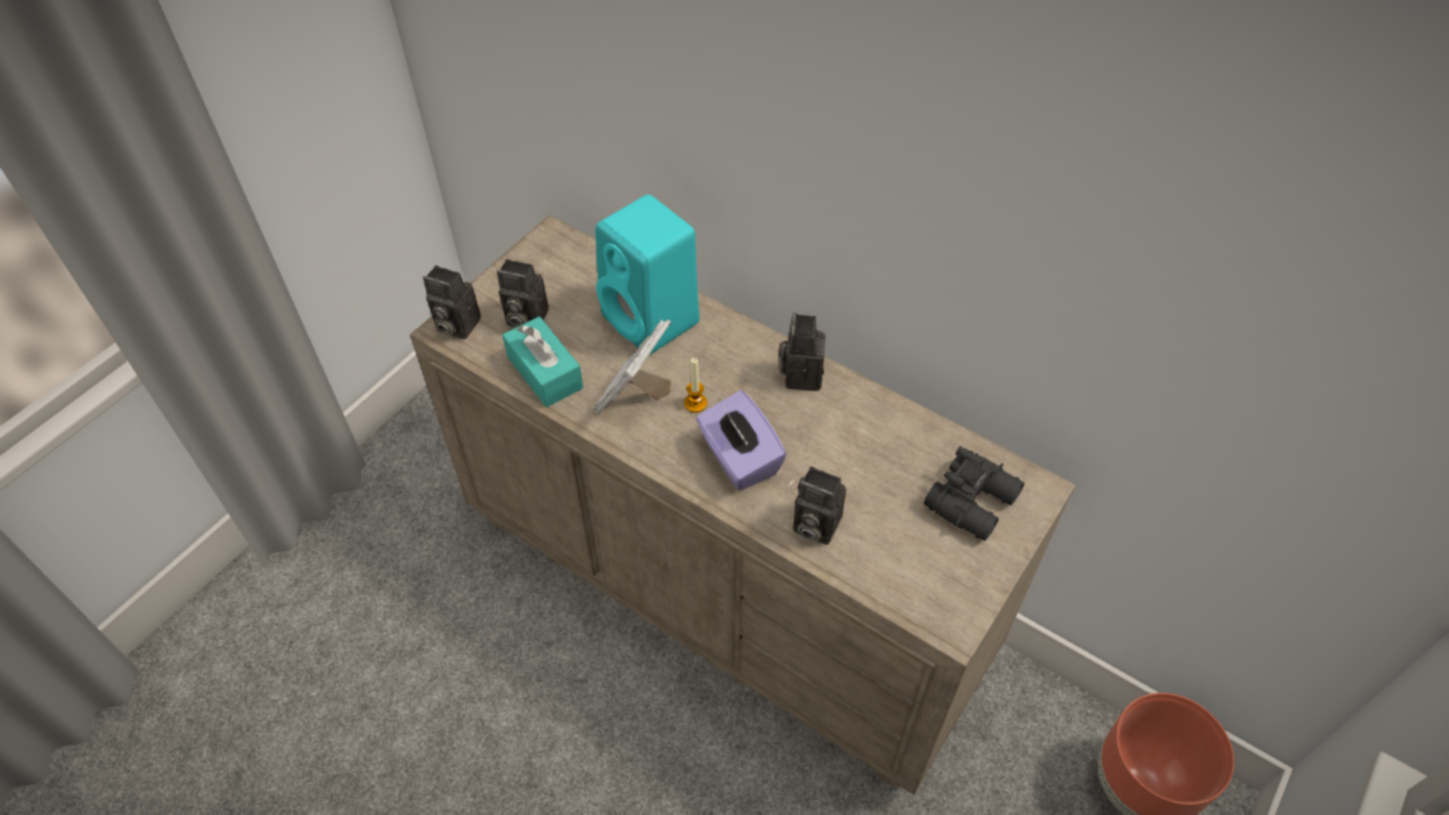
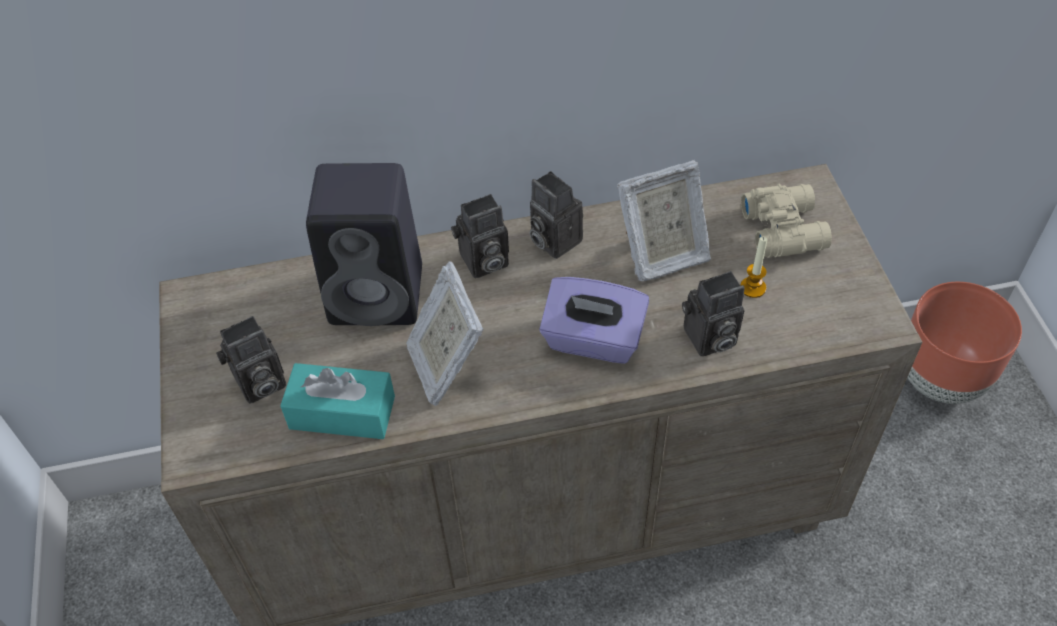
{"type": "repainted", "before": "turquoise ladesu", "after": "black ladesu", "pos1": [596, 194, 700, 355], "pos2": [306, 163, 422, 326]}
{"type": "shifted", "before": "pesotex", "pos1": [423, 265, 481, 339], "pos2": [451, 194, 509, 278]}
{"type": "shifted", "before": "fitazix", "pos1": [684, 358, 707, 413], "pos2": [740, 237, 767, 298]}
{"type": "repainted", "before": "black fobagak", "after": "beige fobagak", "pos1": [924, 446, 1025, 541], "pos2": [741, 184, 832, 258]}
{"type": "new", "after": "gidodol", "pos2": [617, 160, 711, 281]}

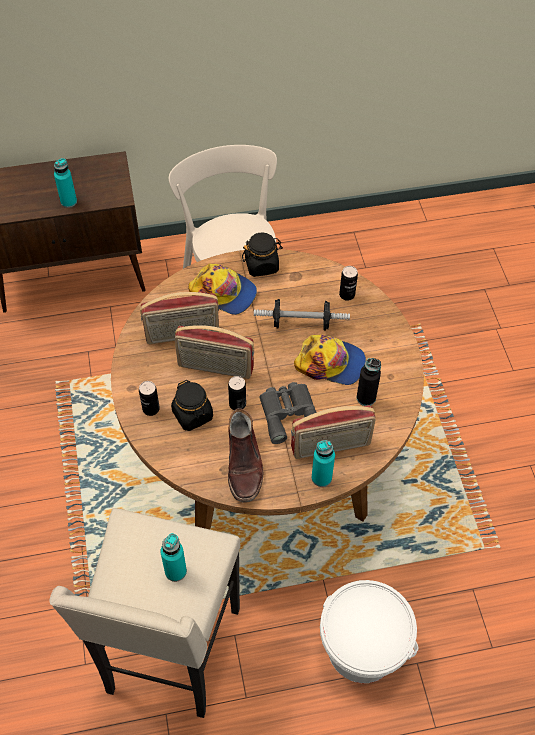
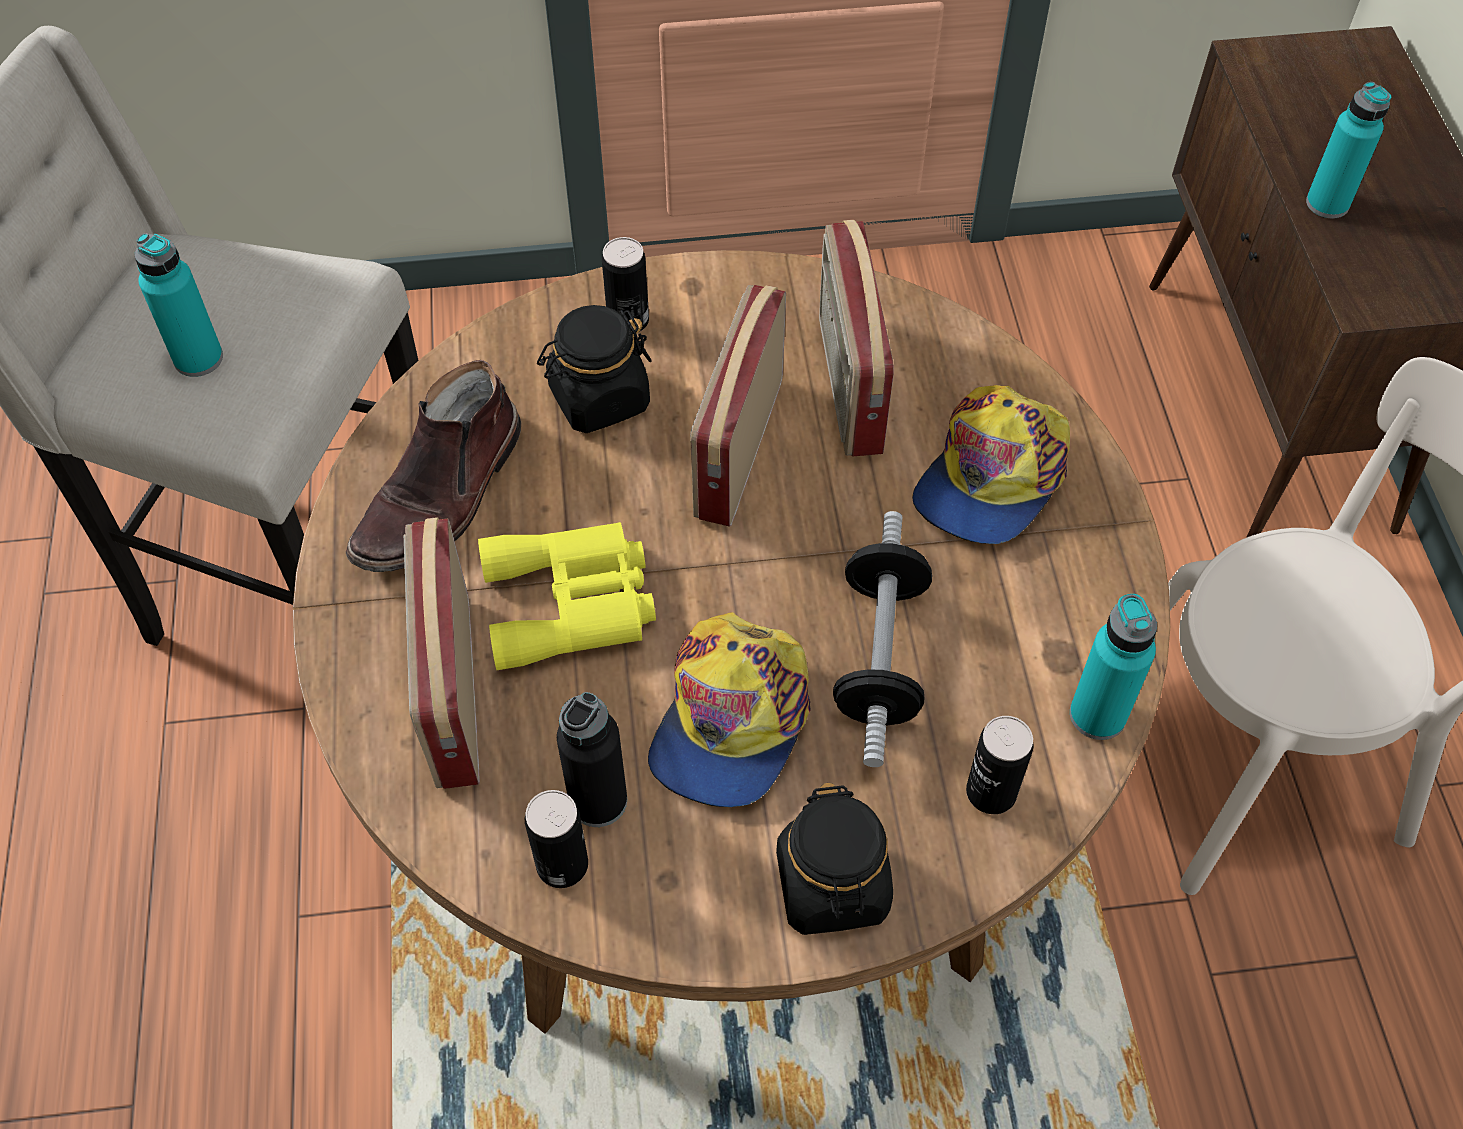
{"type": "shifted", "before": "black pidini", "pos1": [242, 232, 283, 277], "pos2": [776, 783, 893, 935]}
{"type": "shifted", "before": "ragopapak", "pos1": [228, 376, 246, 410], "pos2": [525, 790, 588, 888]}
{"type": "repainted", "before": "grey fobagak", "after": "yellow fobagak", "pos1": [259, 382, 317, 444], "pos2": [478, 522, 656, 670]}
{"type": "rotated", "before": "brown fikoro", "pos1": [228, 408, 263, 502], "pos2": [346, 360, 521, 572], "turn": -60}
{"type": "shifted", "before": "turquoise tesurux", "pos1": [312, 440, 335, 487], "pos2": [1070, 594, 1157, 740]}
{"type": "gone", "before": "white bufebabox", "pos1": [320, 580, 418, 683]}

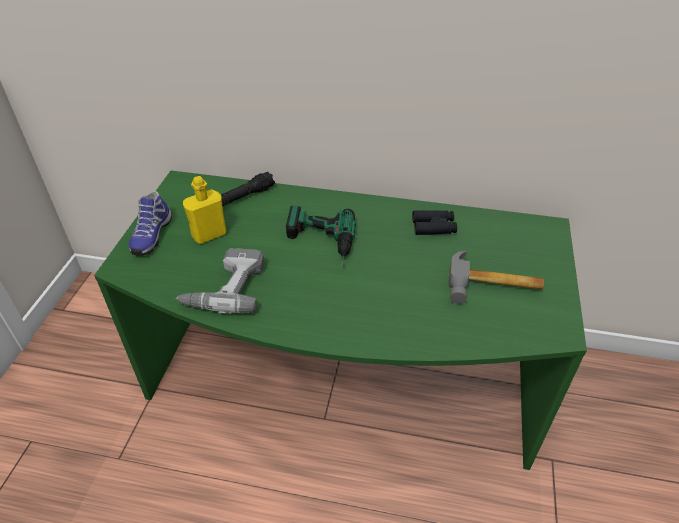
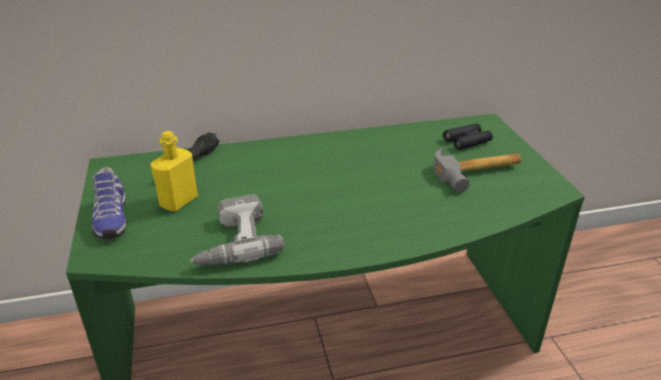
{"type": "gone", "before": "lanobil", "pos1": [286, 206, 356, 267]}
{"type": "shifted", "before": "black fobagak", "pos1": [412, 210, 457, 235], "pos2": [443, 123, 493, 150]}

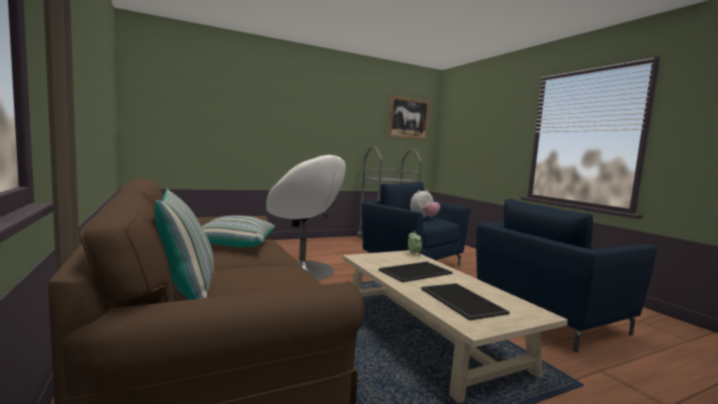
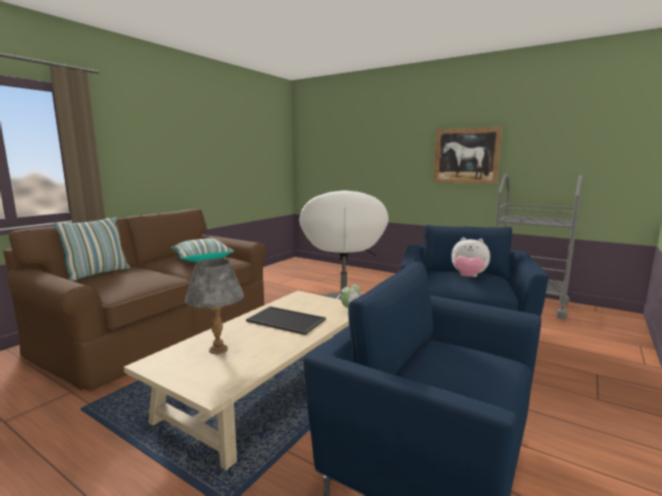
{"type": "shifted", "before": "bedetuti", "pos1": [387, 95, 431, 140], "pos2": [434, 127, 502, 184]}
{"type": "swapped", "before": "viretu", "after": "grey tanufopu", "pos1": [421, 283, 509, 320], "pos2": [185, 259, 244, 354]}

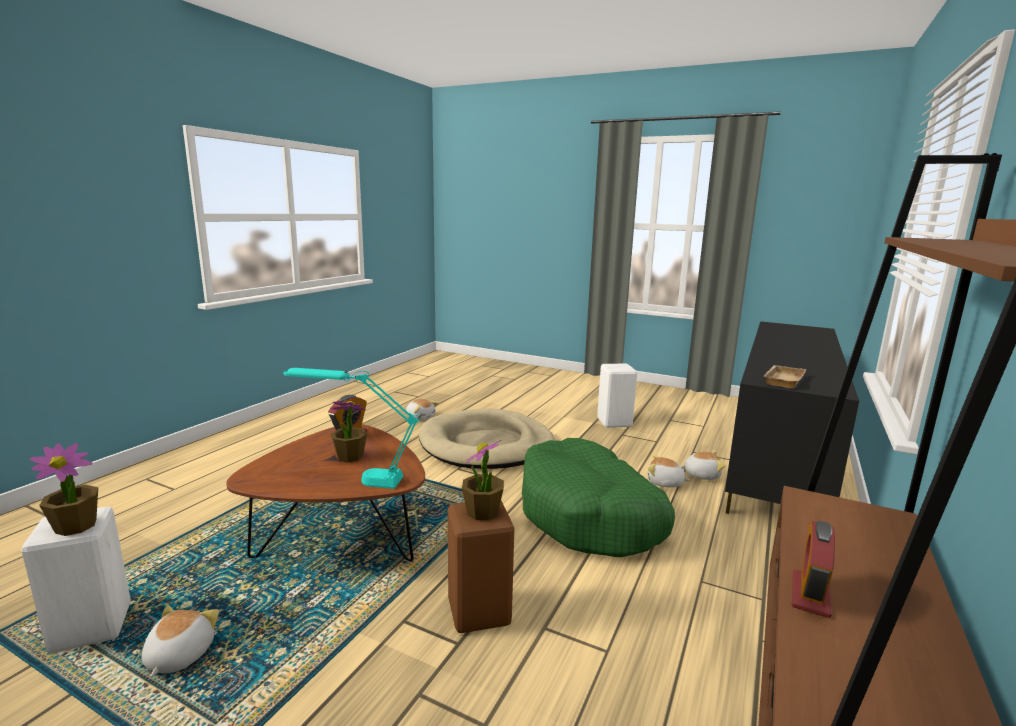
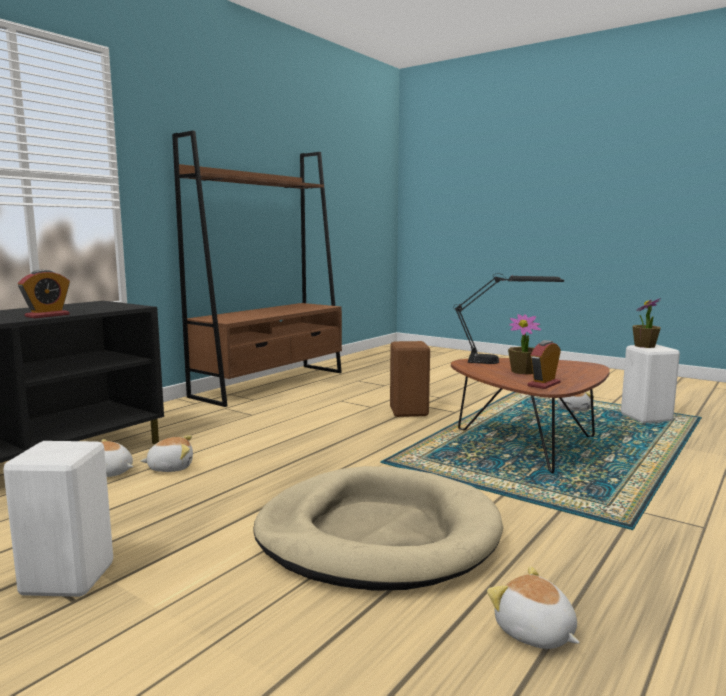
{"type": "gone", "before": "beige viretu", "pos1": [763, 365, 807, 389]}
{"type": "repainted", "before": "turquoise tanufopu", "after": "black tanufopu", "pos1": [284, 368, 420, 489], "pos2": [453, 274, 564, 364]}
{"type": "gone", "before": "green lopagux", "pos1": [522, 438, 675, 558]}
{"type": "gone", "before": "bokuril", "pos1": [462, 440, 504, 521]}
{"type": "rotated", "before": "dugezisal", "pos1": [648, 454, 690, 487], "pos2": [141, 435, 193, 472], "turn": -45}
{"type": "shifted", "before": "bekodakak", "pos1": [792, 521, 835, 618], "pos2": [18, 270, 70, 318]}

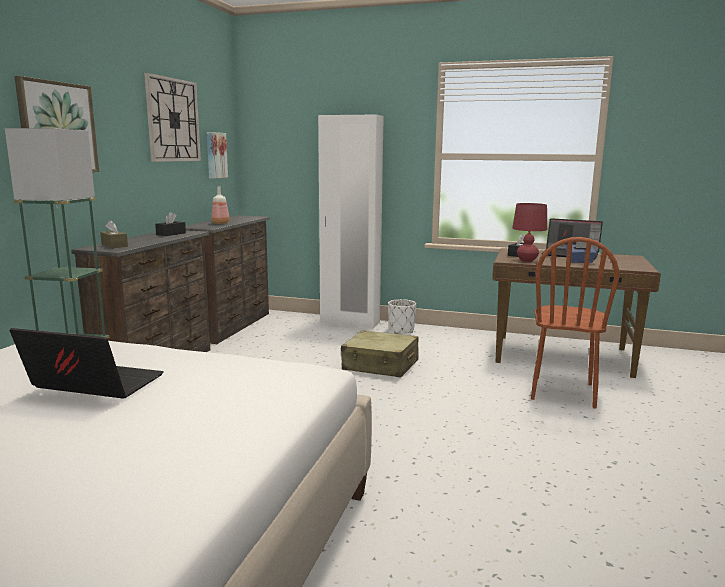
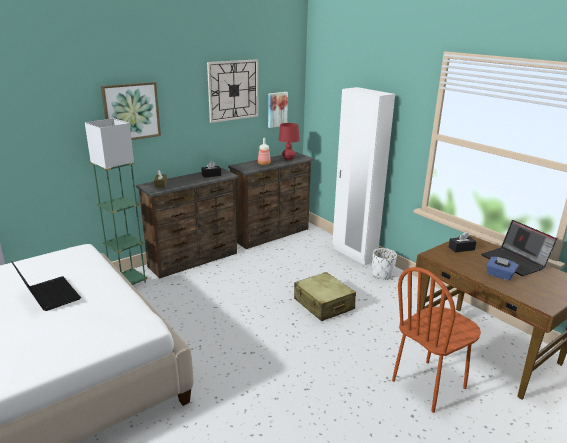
{"type": "shifted", "before": "red tanufopu", "pos1": [512, 203, 547, 262], "pos2": [279, 123, 299, 160]}

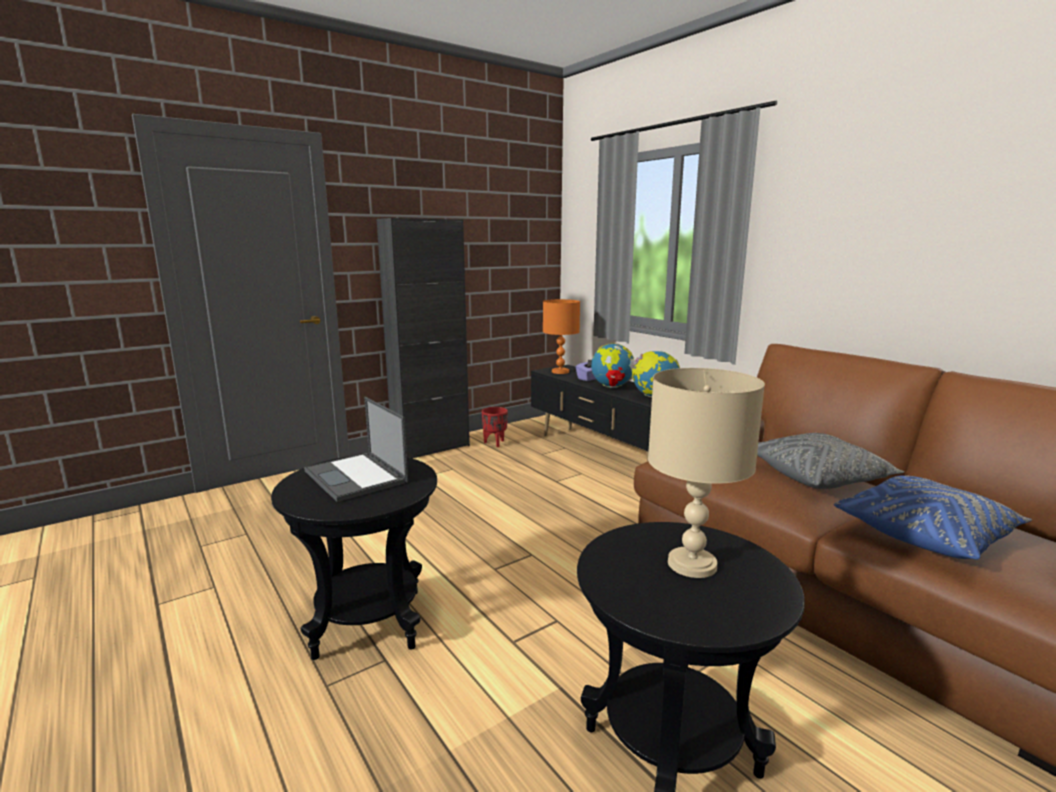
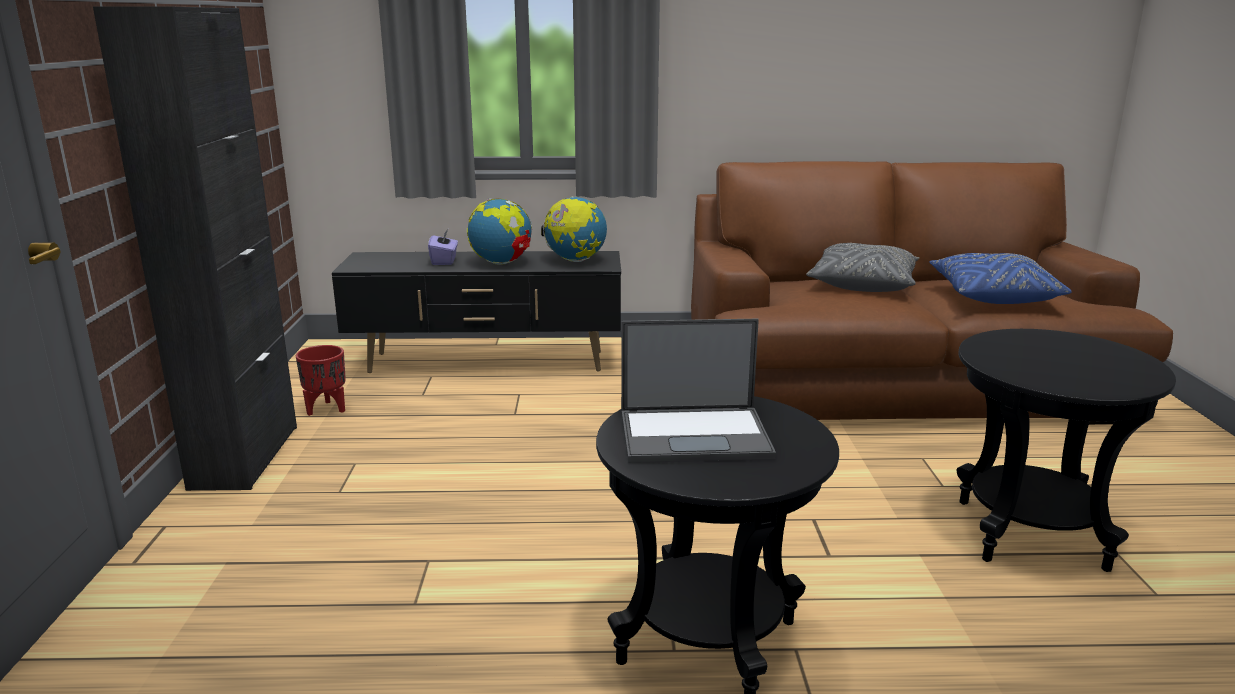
{"type": "gone", "before": "orange tanufopu", "pos1": [543, 299, 580, 374]}
{"type": "gone", "before": "beige tanufopu", "pos1": [648, 368, 765, 578]}

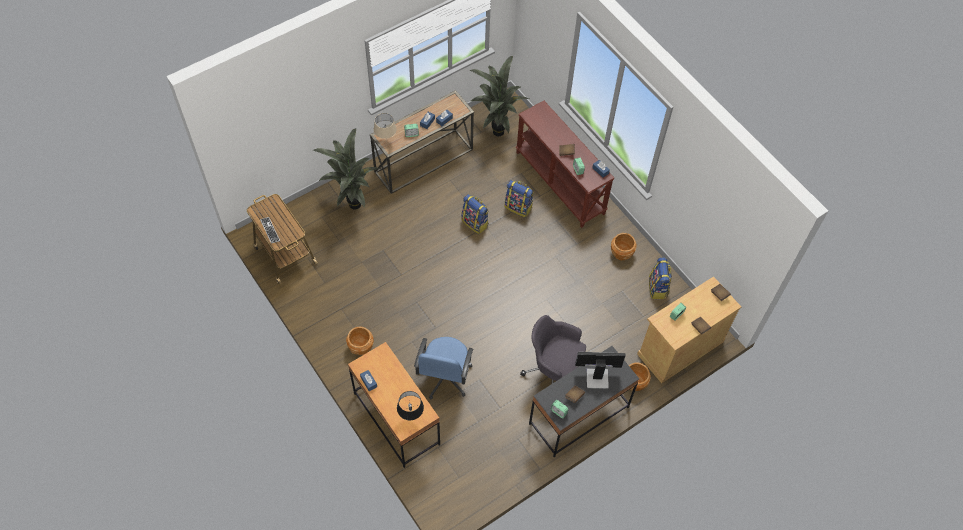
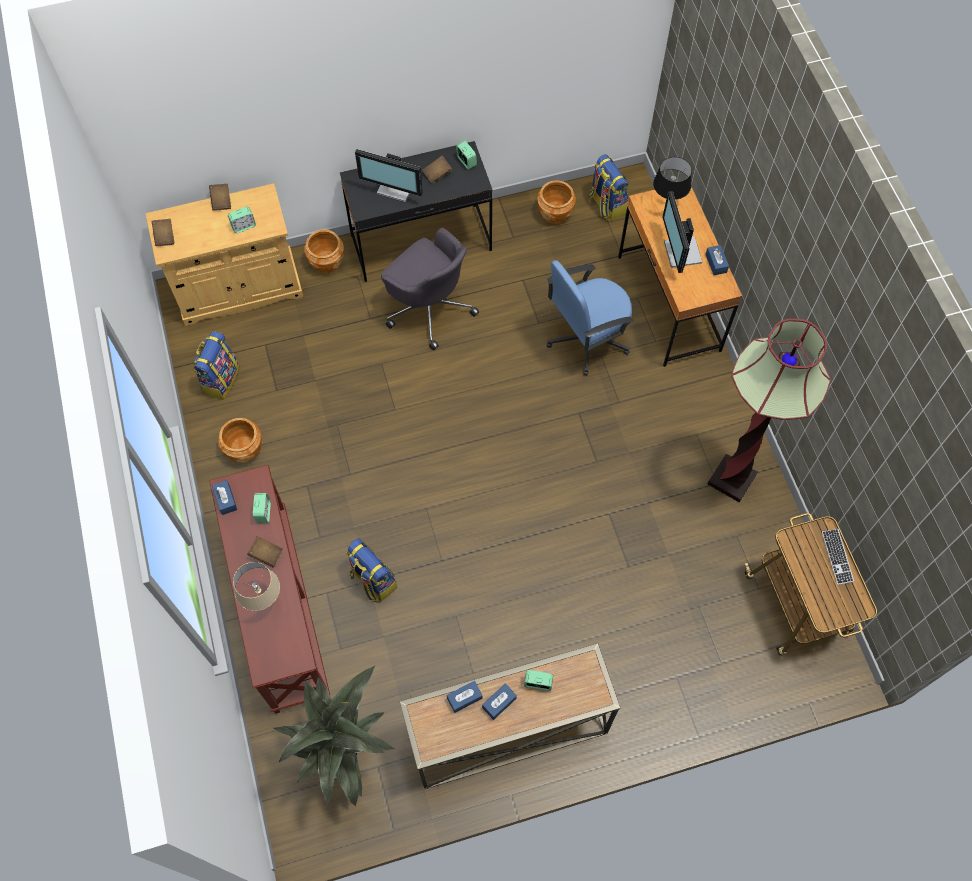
{"type": "shifted", "before": "beige tanufopu", "pos1": [374, 113, 397, 139], "pos2": [233, 562, 280, 611]}
{"type": "gone", "before": "bokuril", "pos1": [312, 128, 381, 210]}
{"type": "shifted", "before": "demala", "pos1": [461, 194, 489, 234], "pos2": [589, 154, 629, 222]}
{"type": "shifted", "before": "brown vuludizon", "pos1": [346, 327, 374, 355], "pos2": [537, 180, 576, 224]}
{"type": "rotated", "before": "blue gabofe", "pos1": [414, 337, 473, 400], "pos2": [547, 260, 633, 376], "turn": -150}
{"type": "new", "after": "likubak", "pos2": [662, 191, 702, 273]}
{"type": "new", "after": "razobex", "pos2": [708, 319, 831, 503]}

